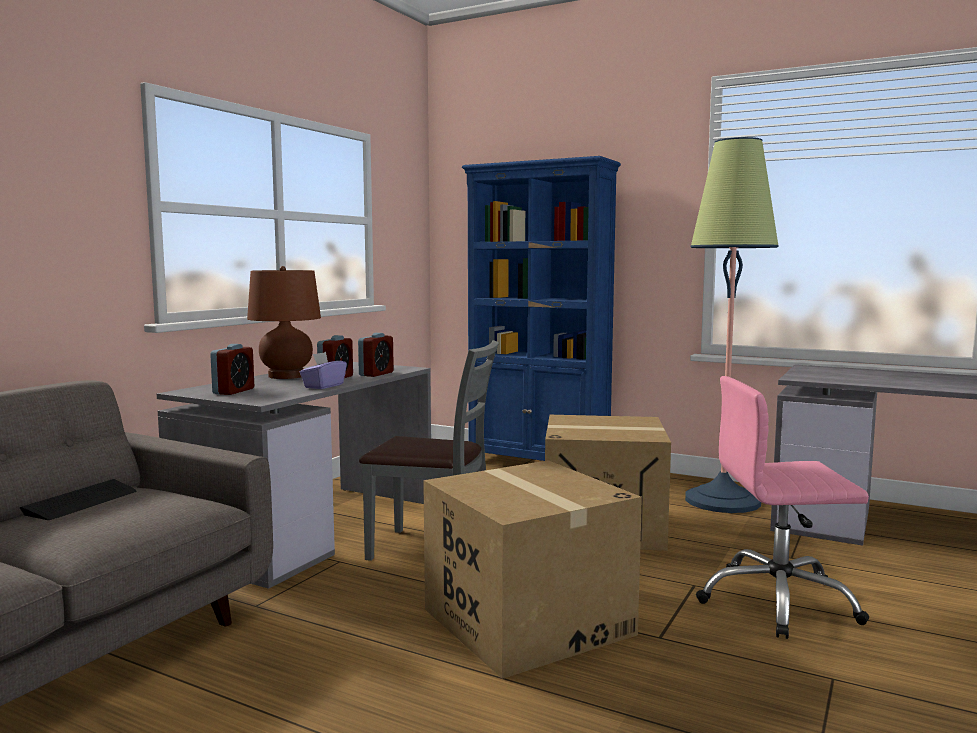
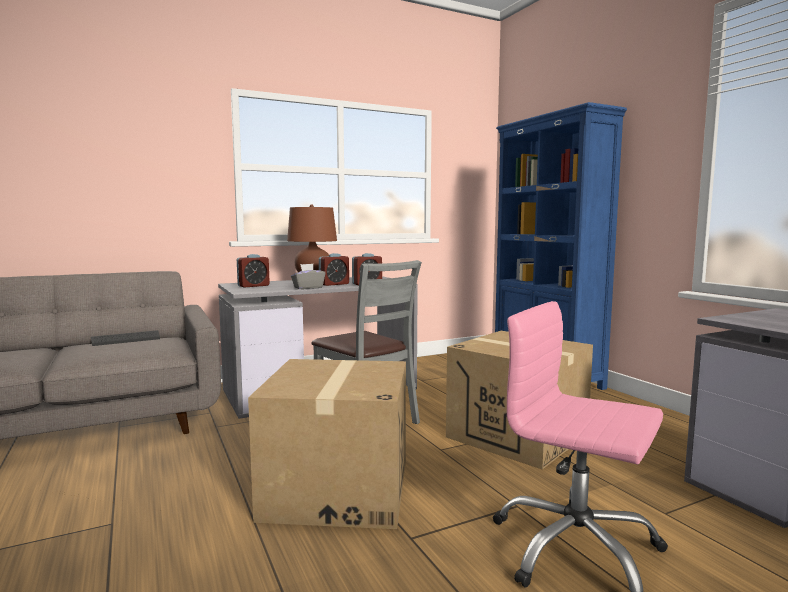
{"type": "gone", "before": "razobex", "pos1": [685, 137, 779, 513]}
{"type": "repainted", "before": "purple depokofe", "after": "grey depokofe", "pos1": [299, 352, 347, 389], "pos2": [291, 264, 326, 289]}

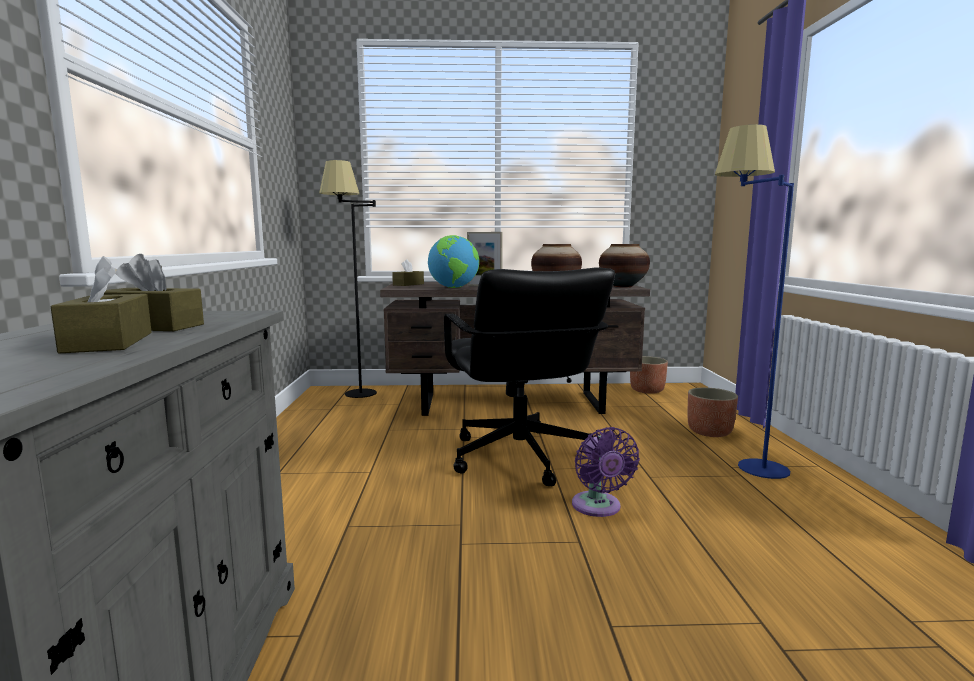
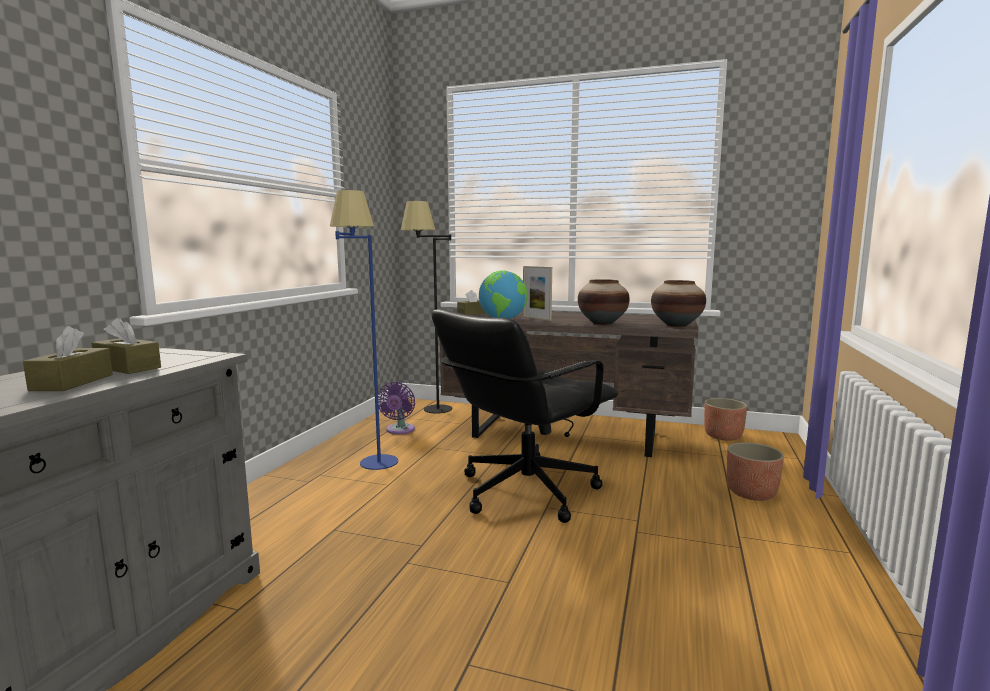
{"type": "shifted", "before": "blue razobex", "pos1": [715, 124, 794, 479], "pos2": [330, 190, 398, 470]}
{"type": "rotated", "before": "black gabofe", "pos1": [444, 267, 615, 486], "pos2": [431, 309, 618, 523], "turn": 45}
{"type": "shifted", "before": "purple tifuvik", "pos1": [572, 427, 640, 517], "pos2": [378, 382, 415, 434]}

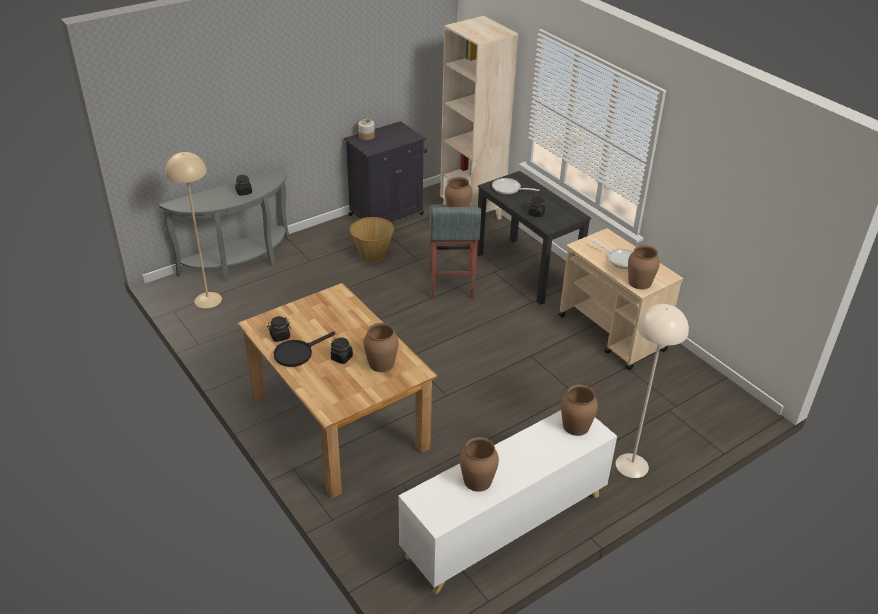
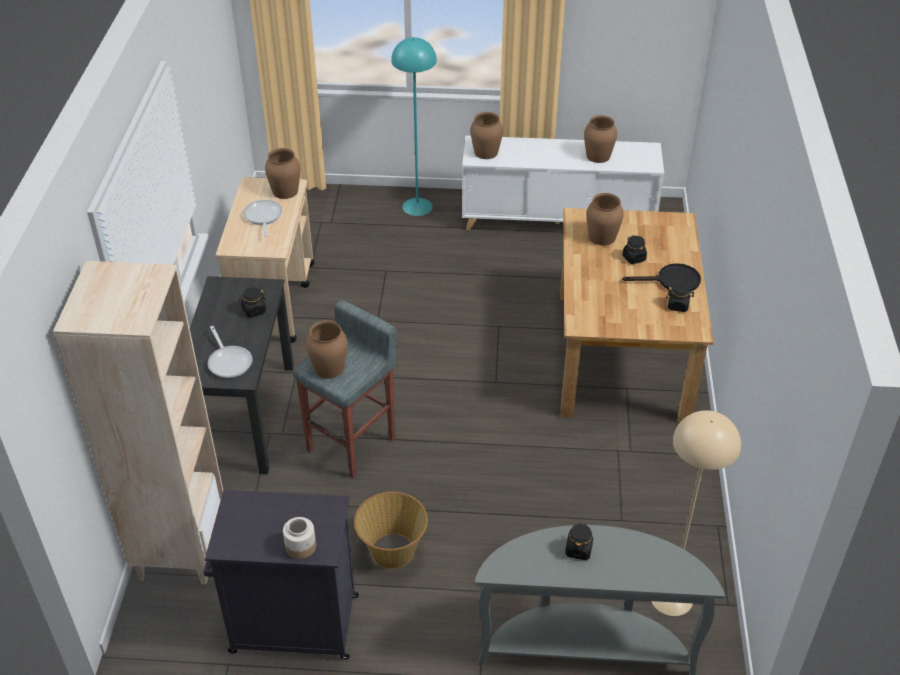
{"type": "repainted", "before": "beige razobex", "after": "turquoise razobex", "pos1": [616, 304, 689, 478], "pos2": [391, 37, 437, 216]}

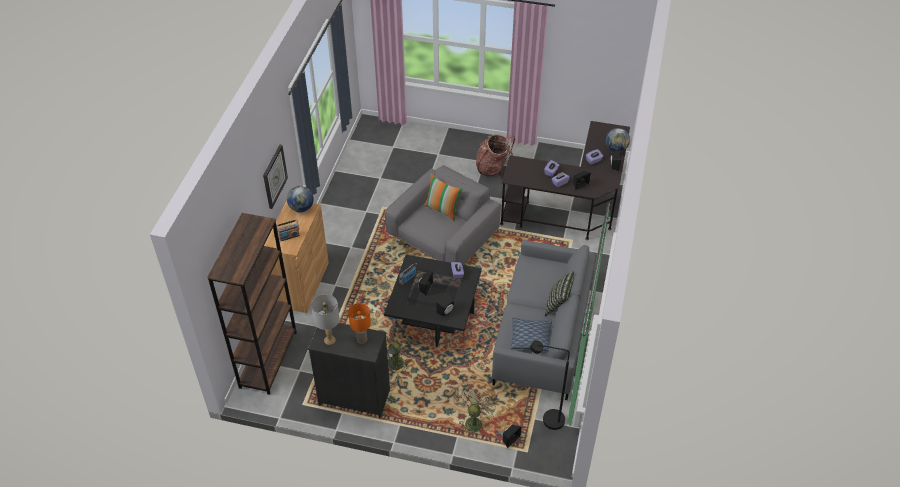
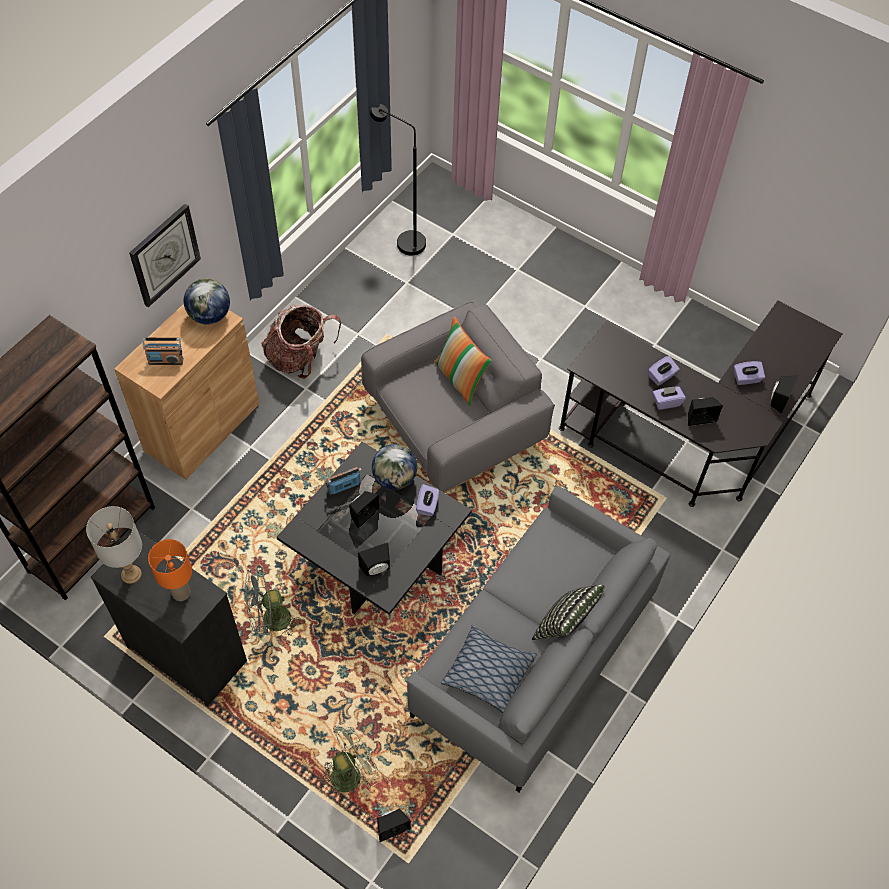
{"type": "shifted", "before": "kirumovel", "pos1": [606, 128, 630, 152], "pos2": [372, 444, 417, 490]}
{"type": "shifted", "before": "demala", "pos1": [476, 134, 515, 177], "pos2": [262, 305, 341, 379]}
{"type": "shifted", "before": "black razobex", "pos1": [530, 340, 570, 430], "pos2": [370, 104, 426, 255]}

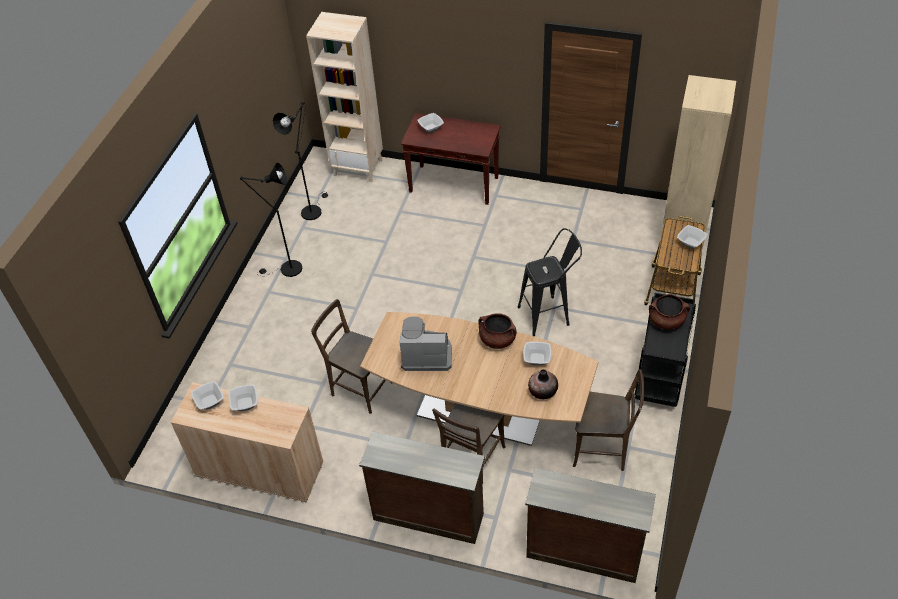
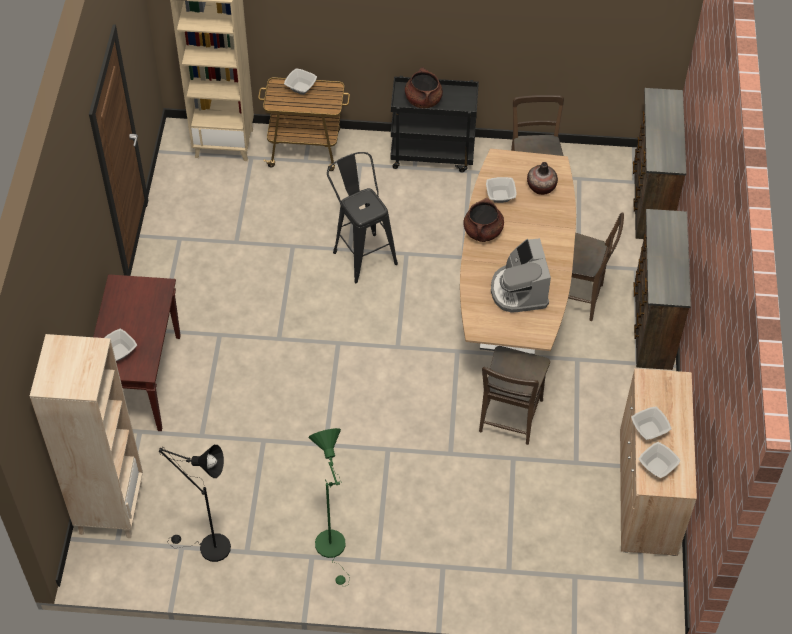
{"type": "repainted", "before": "black razobex", "after": "green razobex", "pos1": [240, 163, 302, 277], "pos2": [308, 428, 350, 587]}

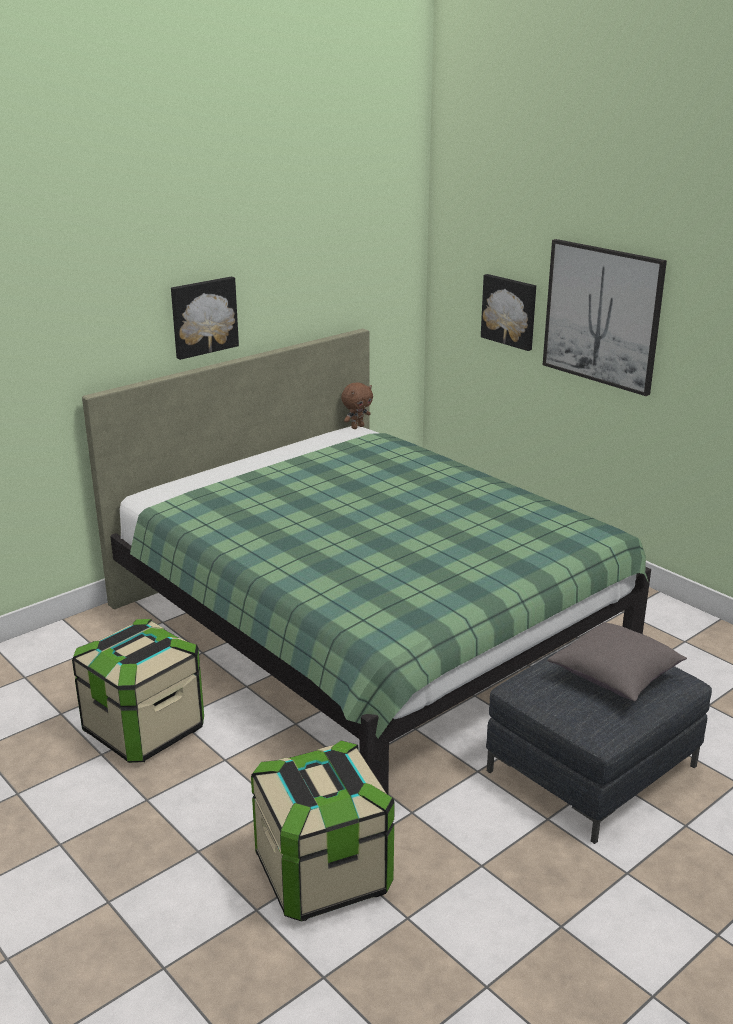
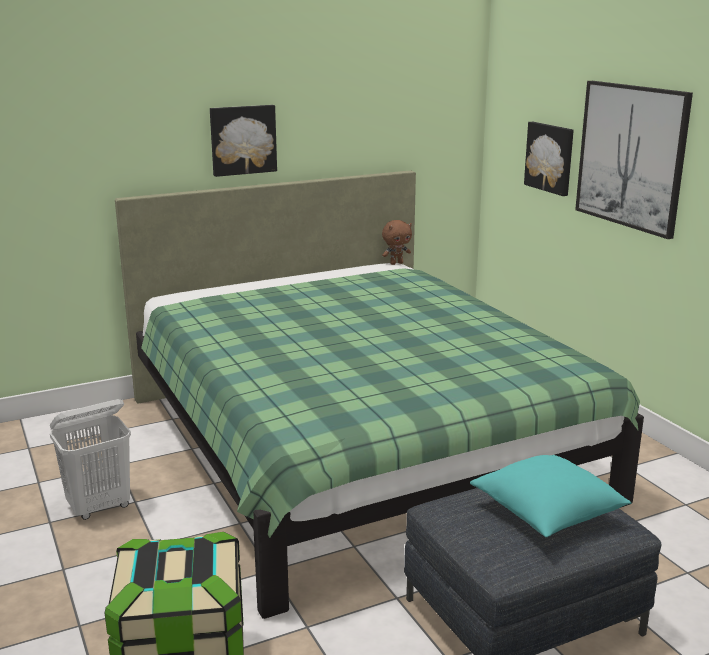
{"type": "swapped", "before": "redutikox", "after": "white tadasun", "pos1": [72, 619, 204, 763], "pos2": [50, 399, 131, 520]}
{"type": "repainted", "before": "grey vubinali", "after": "turquoise vubinali", "pos1": [547, 622, 687, 701], "pos2": [470, 455, 632, 537]}

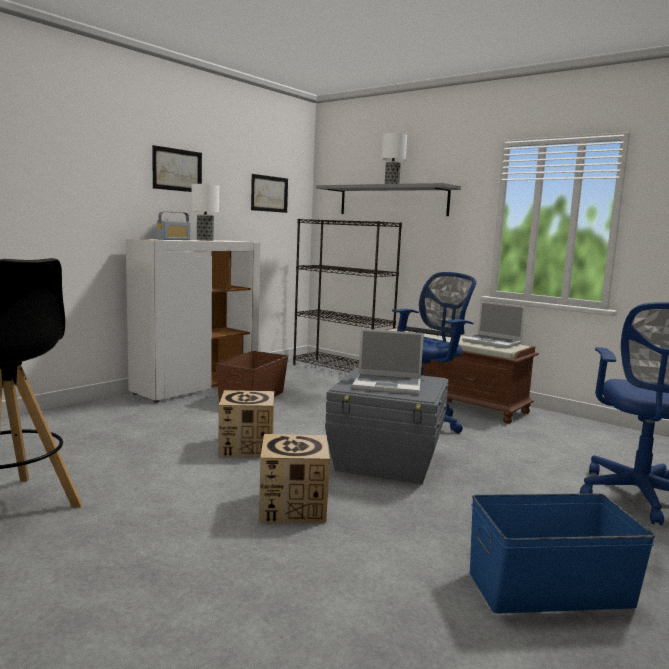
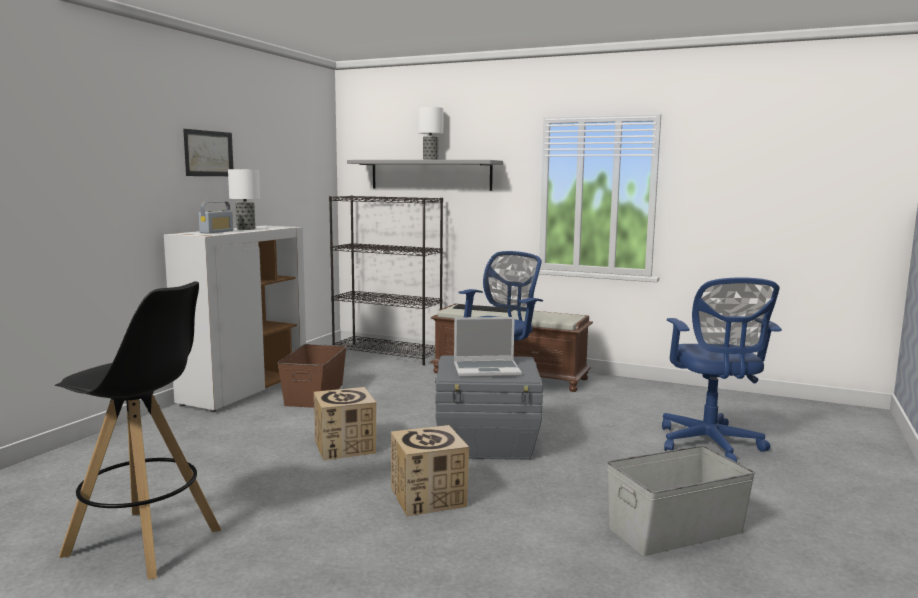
{"type": "gone", "before": "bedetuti", "pos1": [251, 174, 288, 213]}
{"type": "gone", "before": "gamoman", "pos1": [462, 301, 525, 348]}
{"type": "repainted", "before": "blue redutikox", "after": "grey redutikox", "pos1": [470, 493, 655, 614], "pos2": [607, 445, 755, 556]}

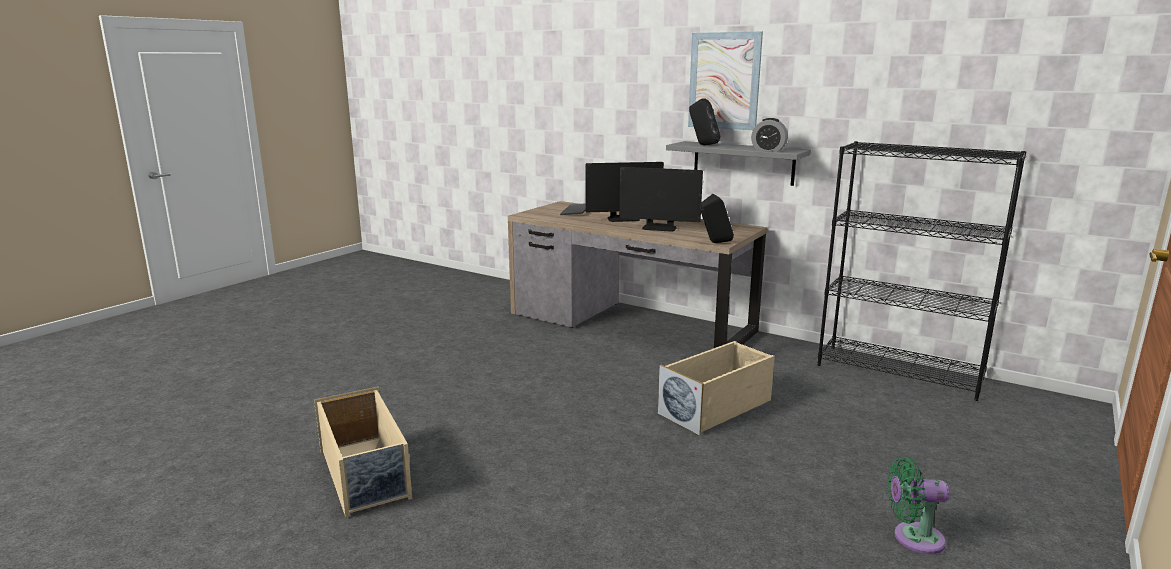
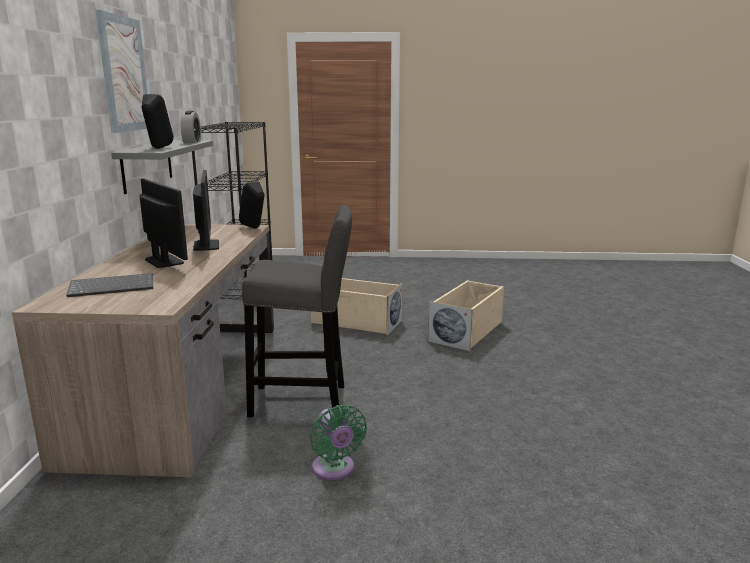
{"type": "shifted", "before": "beige redutikox", "pos1": [314, 387, 412, 517], "pos2": [428, 280, 504, 351]}
{"type": "shifted", "before": "green tifuvik", "pos1": [888, 457, 950, 554], "pos2": [310, 404, 367, 480]}
{"type": "new", "after": "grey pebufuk", "pos2": [242, 205, 352, 417]}

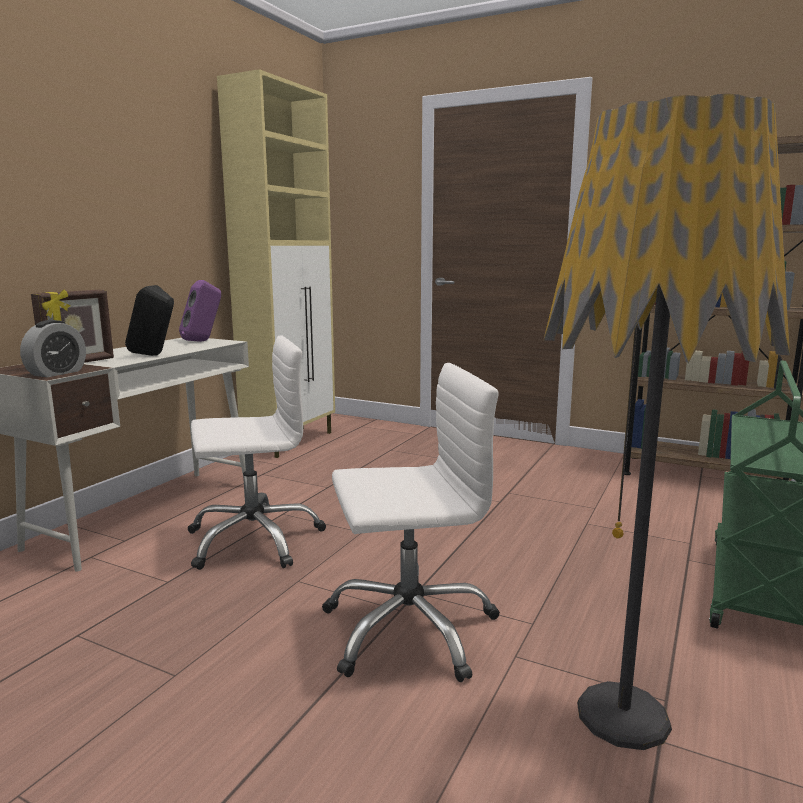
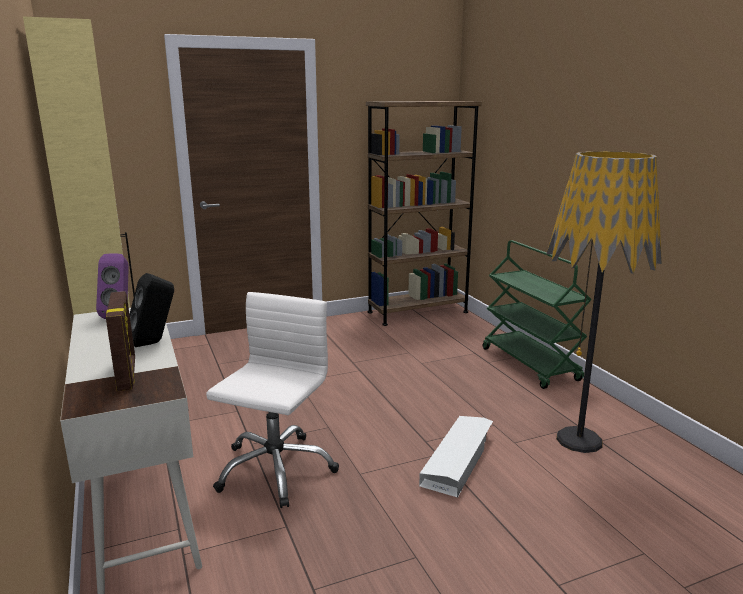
{"type": "gone", "before": "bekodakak", "pos1": [20, 320, 86, 377]}
{"type": "swapped", "before": "white gabofe", "after": "white redutikox", "pos1": [322, 363, 500, 682], "pos2": [419, 416, 493, 498]}

